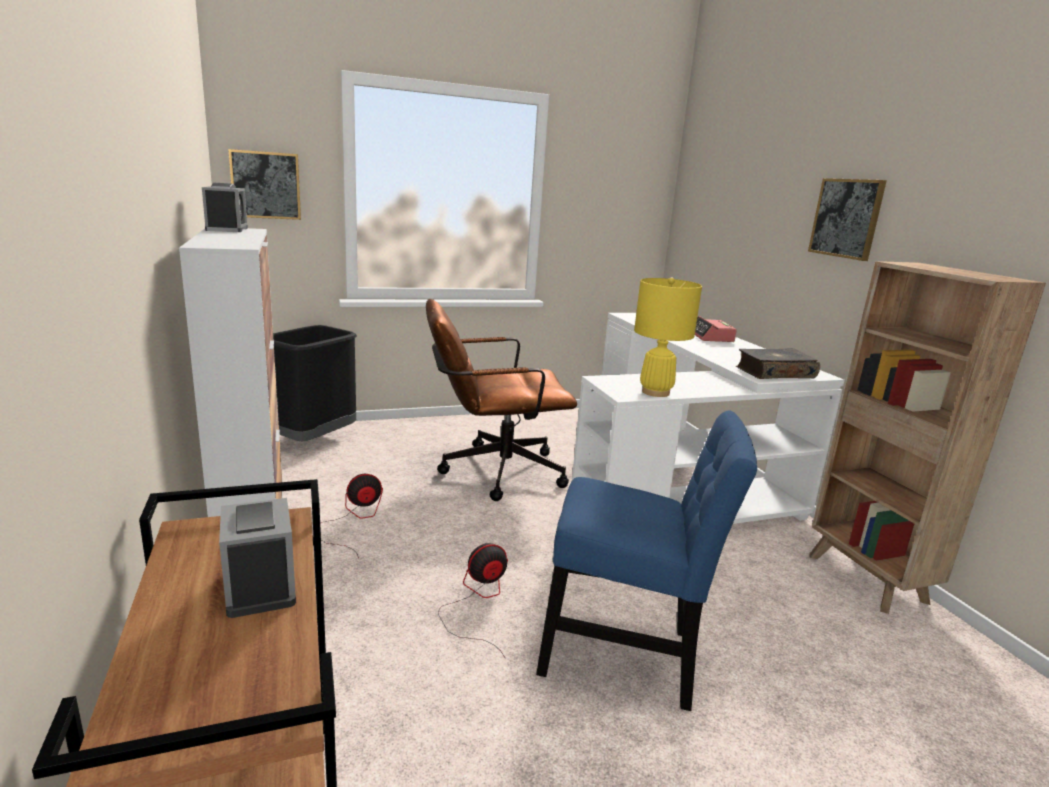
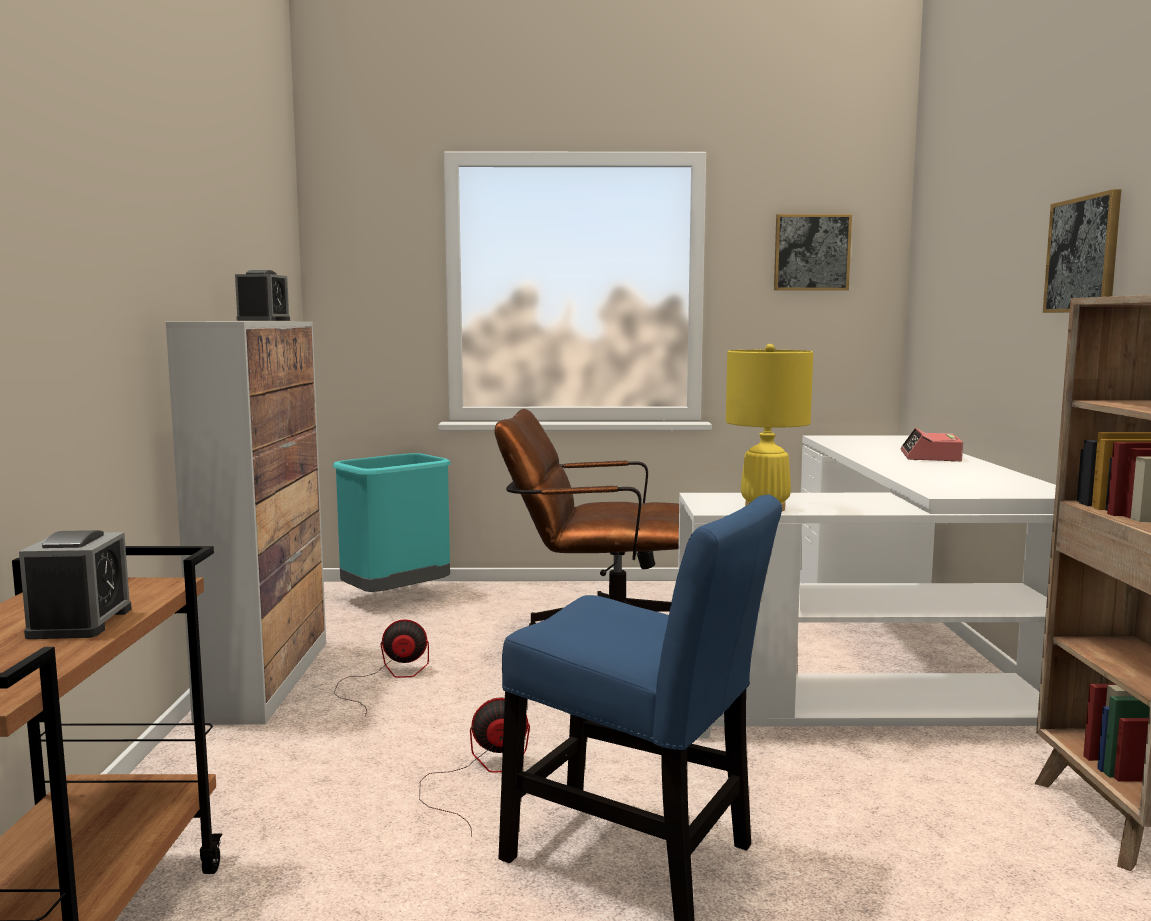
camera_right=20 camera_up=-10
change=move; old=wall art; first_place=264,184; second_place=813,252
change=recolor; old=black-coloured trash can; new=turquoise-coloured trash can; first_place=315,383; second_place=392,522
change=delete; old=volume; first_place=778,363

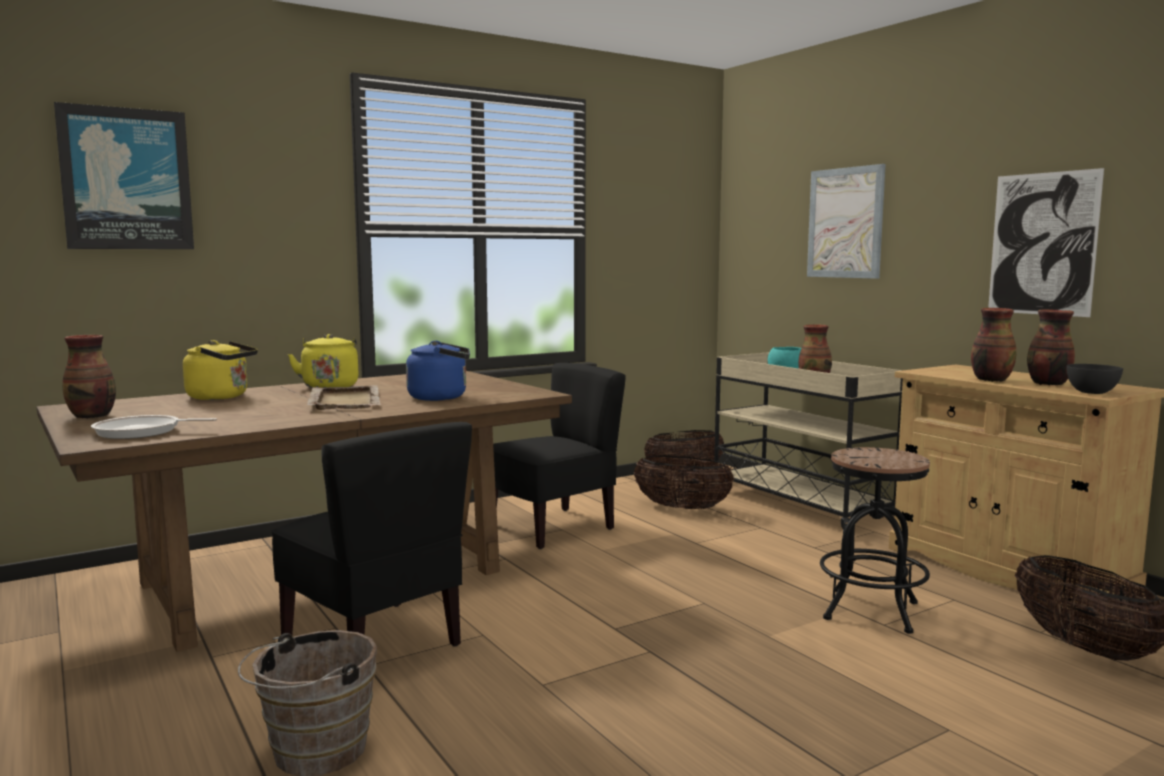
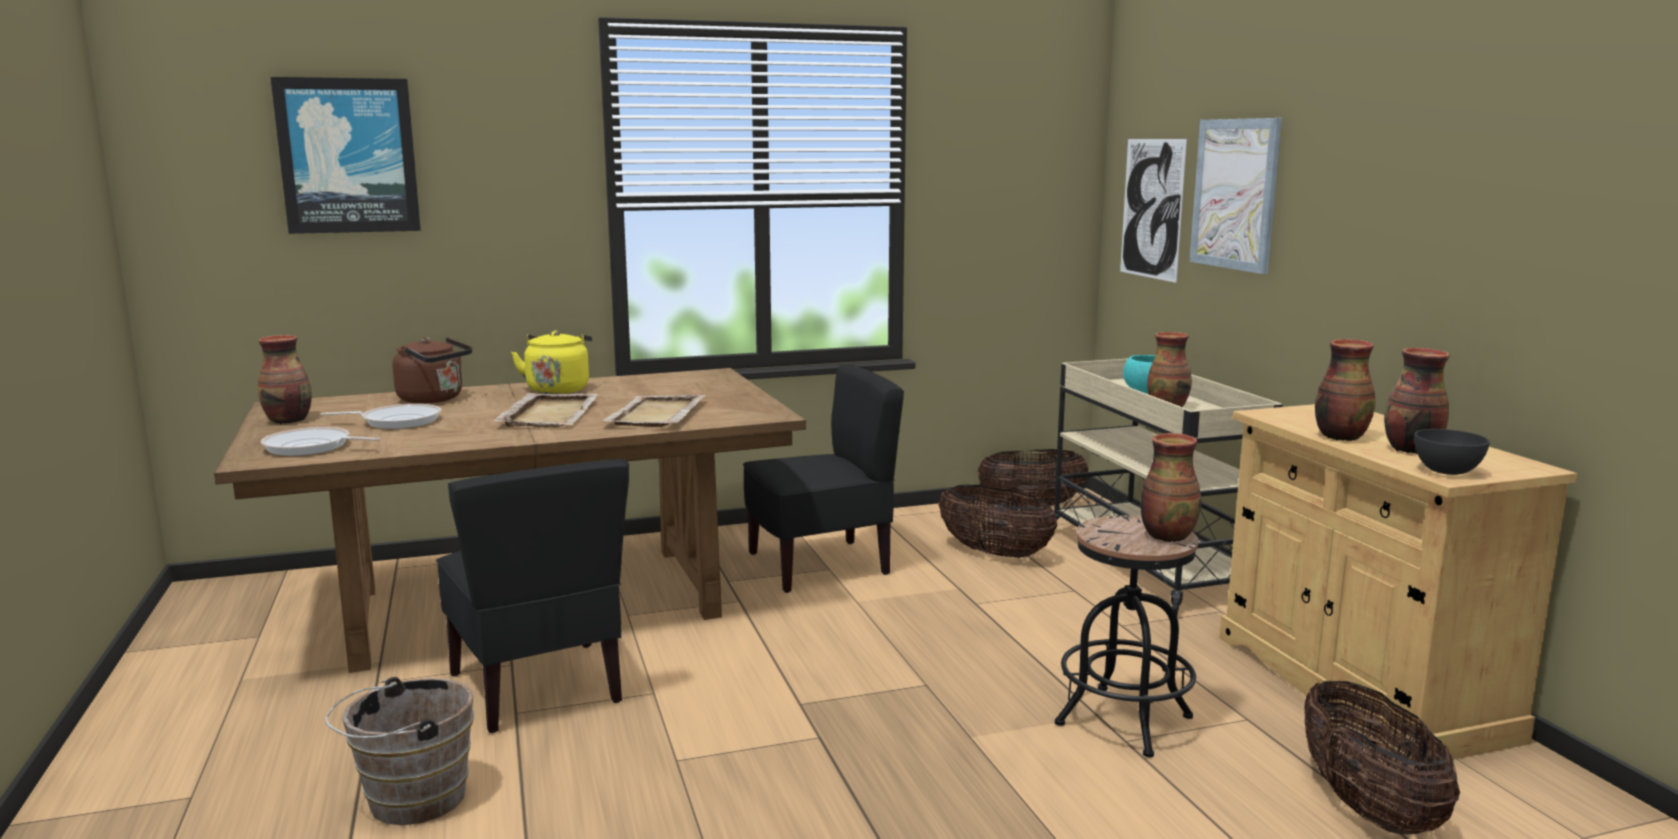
camera_right=15 camera_up=5
change=move; old=wall art; first_place=1046,242; second_place=1153,211
change=recolor; old=yellow-coloured kettle; new=brownish kettle; first_place=220,370; second_place=432,370
change=replace; old=blue-coloured kettle; new=sand-coloured tray; first_place=438,371; second_place=654,410
change=insert; new=skillet; second_place=380,416
change=insert; new=vase; second_place=1170,487

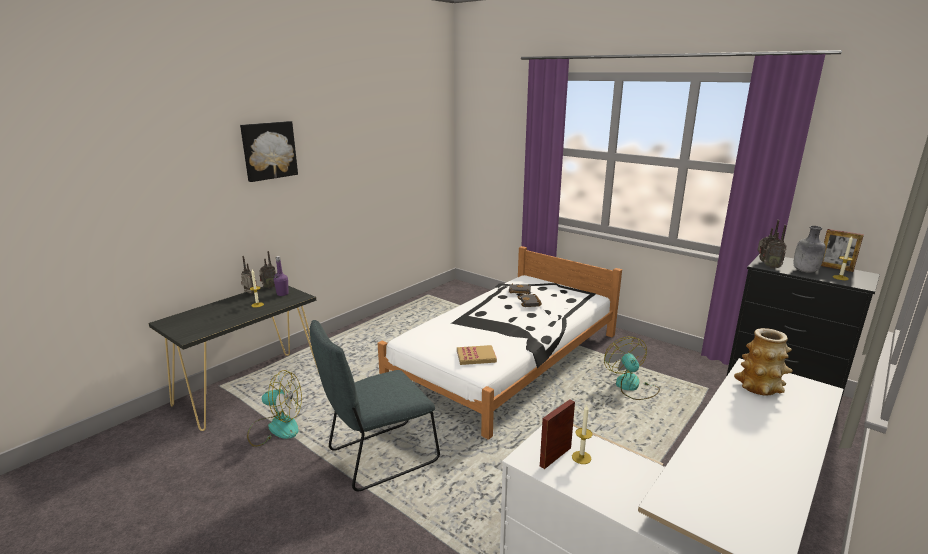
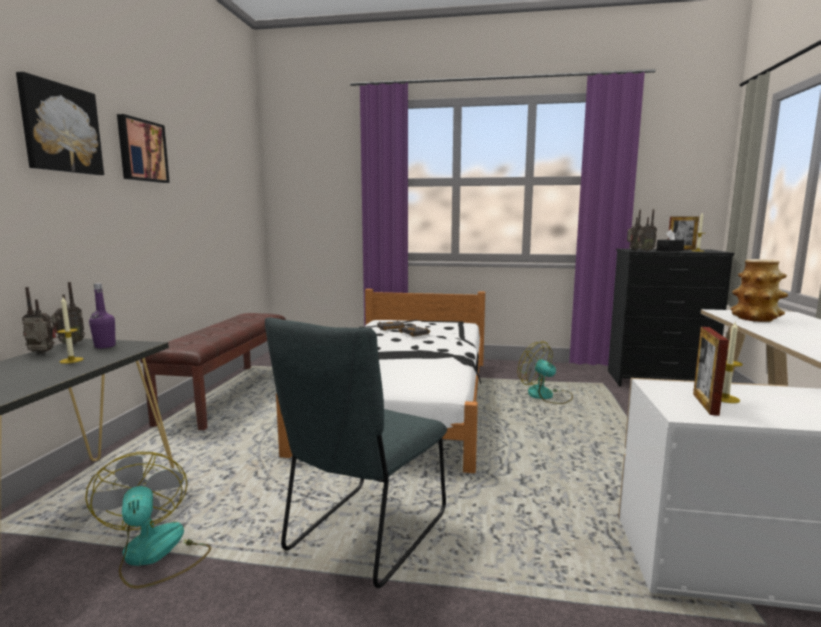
camera_right=-30 camera_up=-10
change=replace; old=grey bottle; new=black-coloured tissue box; first_place=809,249; second_place=670,240
change=delete; old=volume; first_place=477,355
change=rotate; old=electric fan; first_place=274,408; second_place=148,520; degrees=-90
change=insert; new=wall art; second_place=143,148
change=insert; new=brownish long seat; second_place=213,371

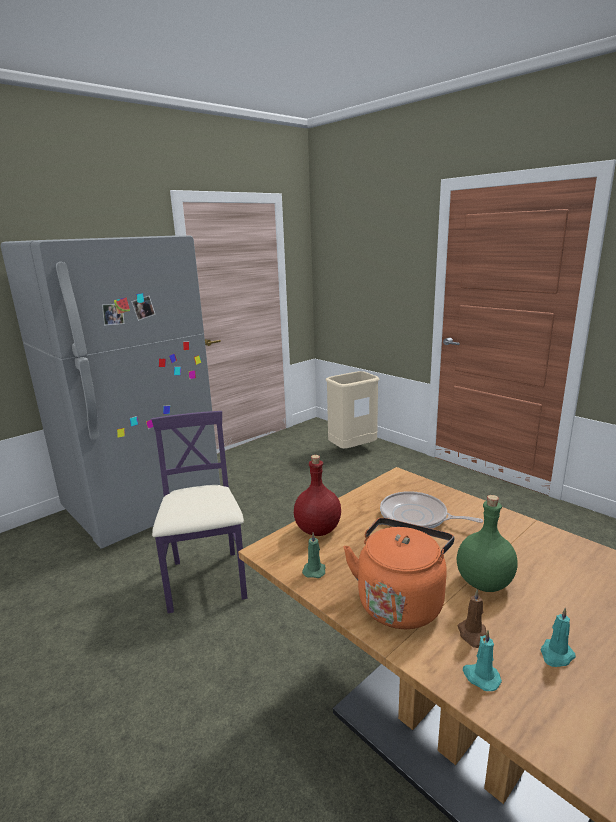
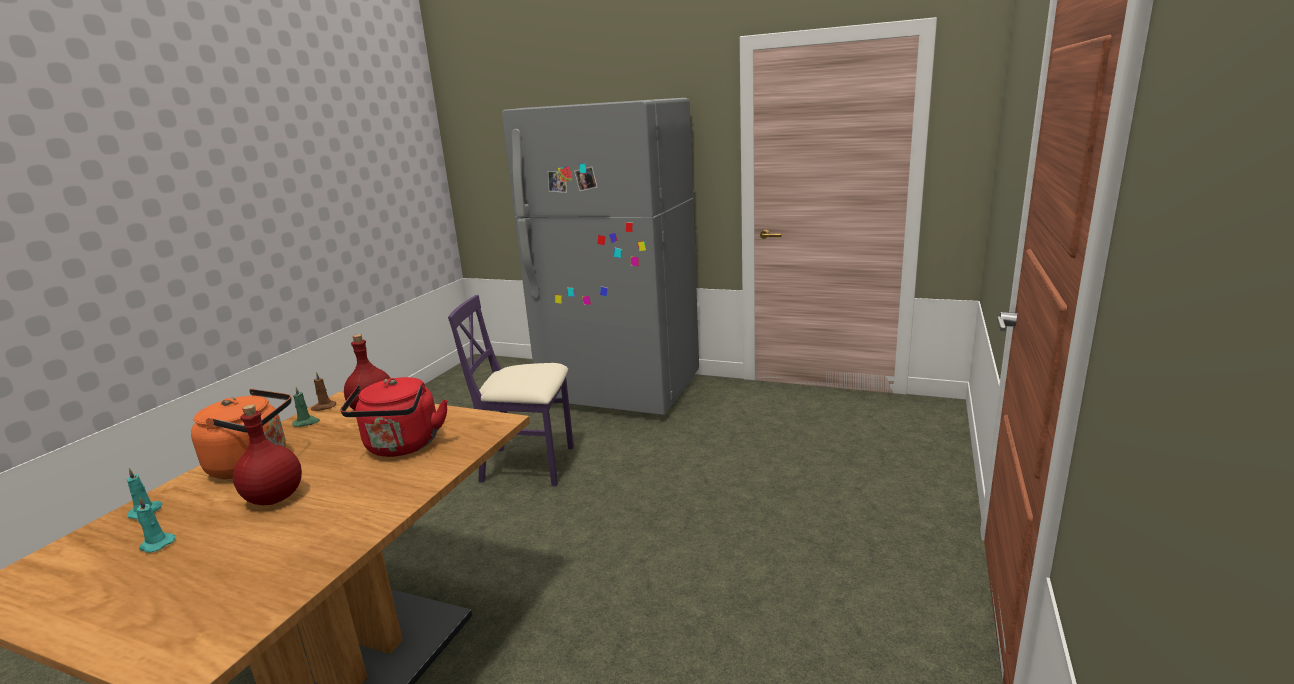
camera_right=65 camera_up=0
change=delete; old=sand-coloured trash can; first_place=353,410
change=rotate; old=purple upright chair; first_place=200,512; second_place=511,390; degrees=-135
change=replace; old=skillet; new=red kettle; first_place=431,510; second_place=394,417
change=recolor; old=green-coloured bottle; new=red bottle; first_place=487,543; second_place=267,454
change=move; old=brownish candle; first_place=471,618; second_place=323,391

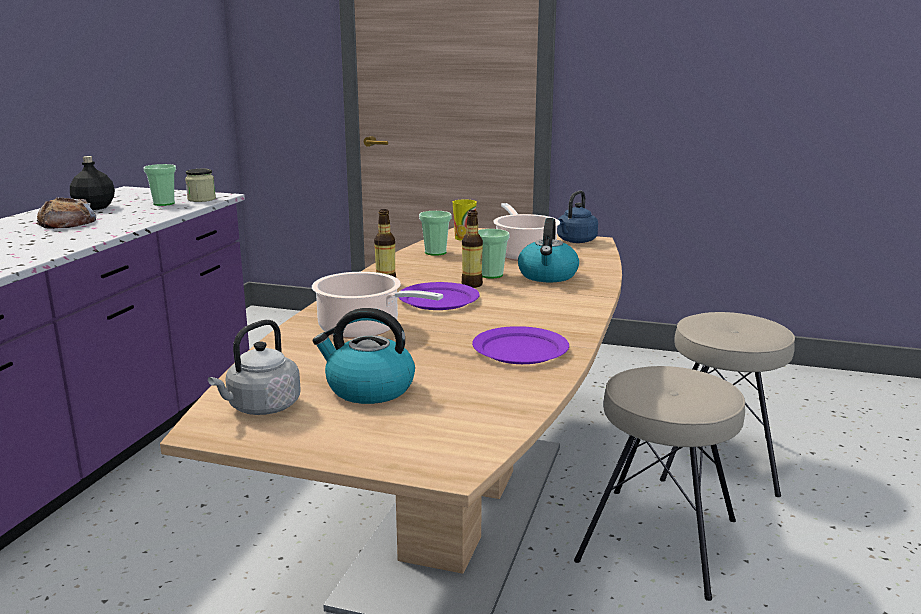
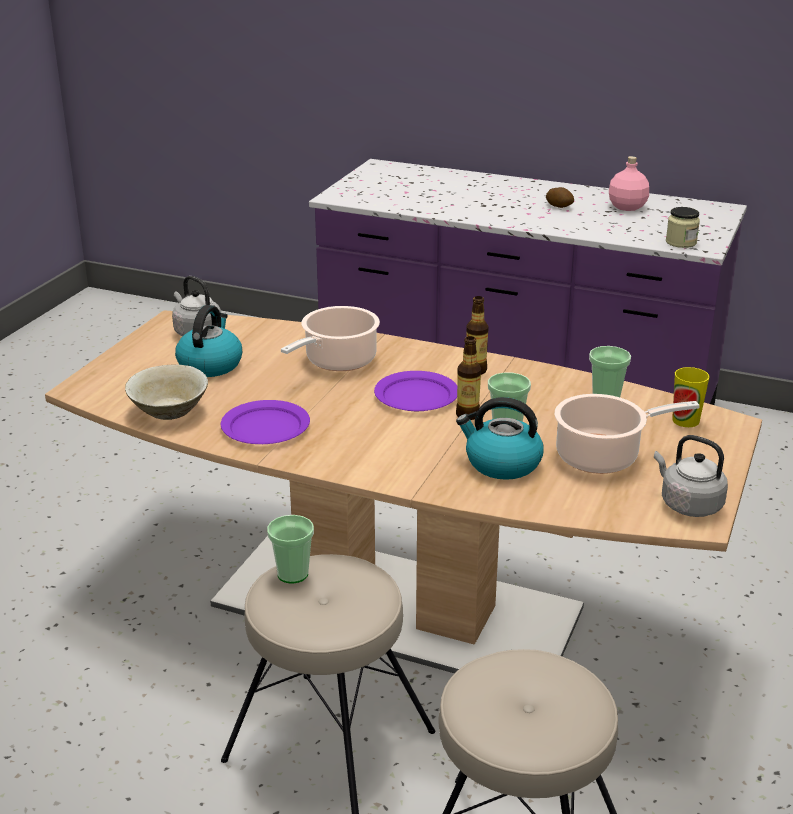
camera_right=95 camera_up=10
change=recolor; old=black-coloured bottle; new=pink-coloured bottle; first_place=92,183; second_place=629,183
change=move; old=drinking cup; first_place=159,185; second_place=290,549
change=recolor; old=blue-coloured kettle; new=grey kettle; first_place=577,216; second_place=691,476
change=replace; old=bakery bread; new=potato; first_place=66,213; second_place=560,197
change=insert; new=sand-coloured serving bowl; second_place=166,392

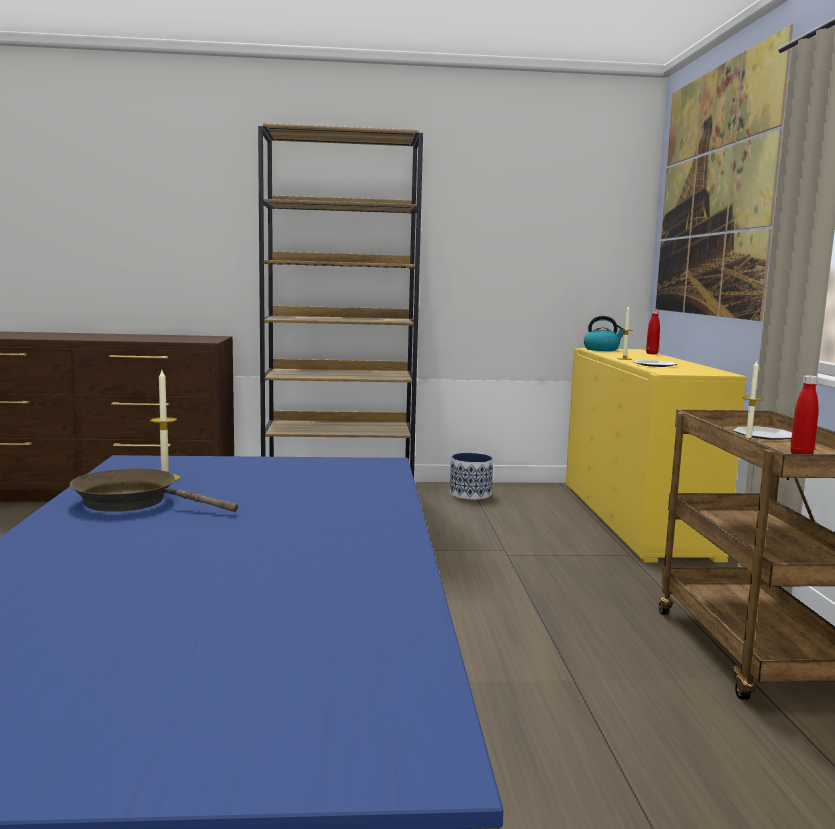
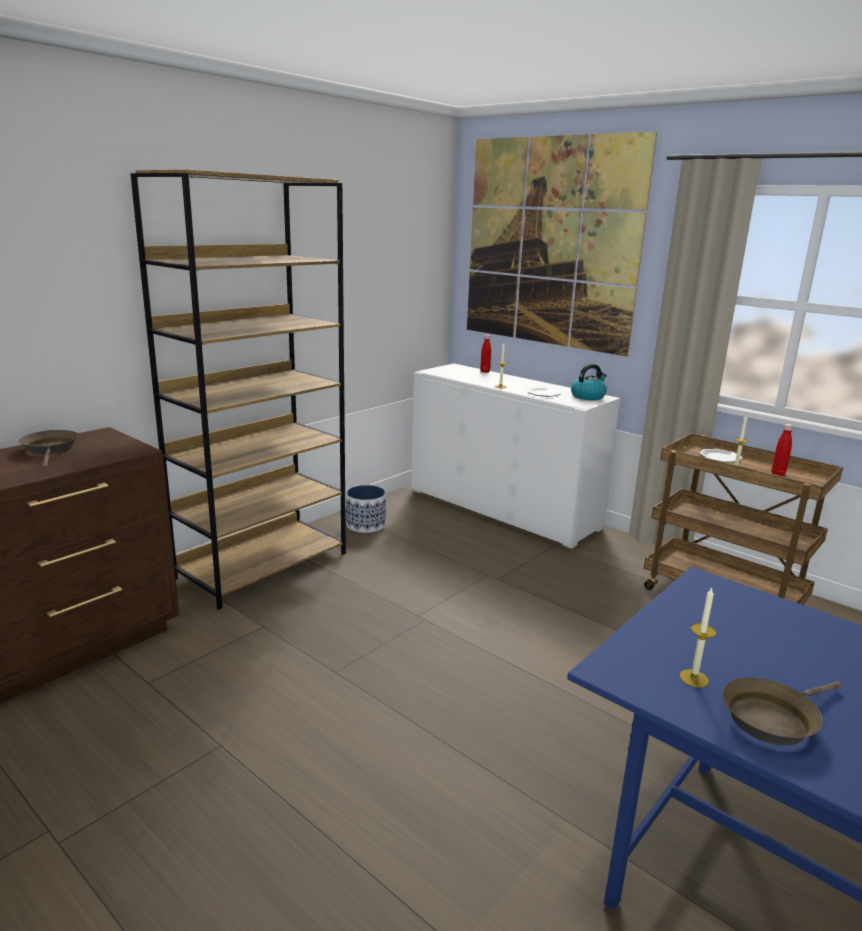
camera_right=-45 camera_up=10
change=move; old=kettle; first_place=604,333; second_place=589,382
change=recolor; old=yellow-coloured cupboard; new=white-coloured cupboard; first_place=656,455; second_place=516,456
change=insert; new=brownish skillet; second_place=48,449

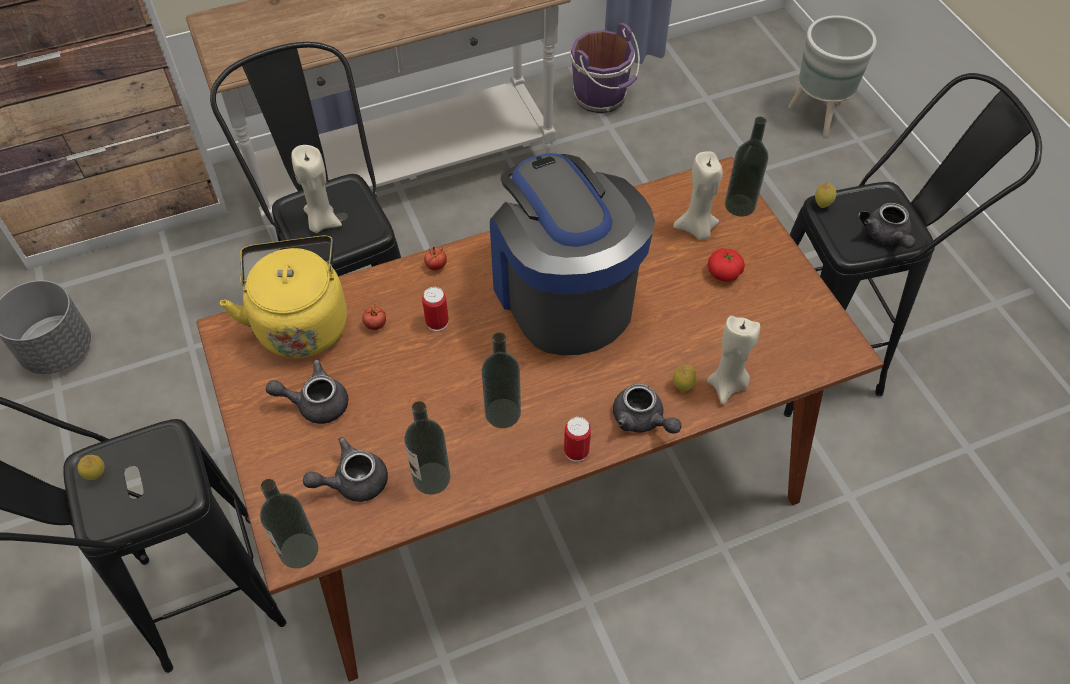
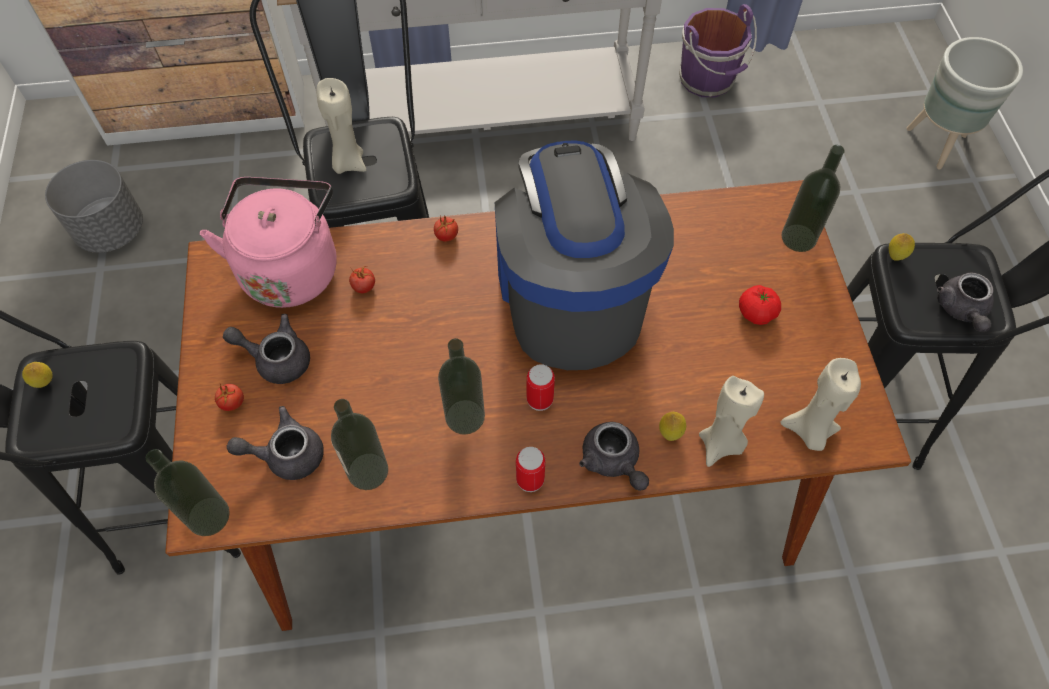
camera_right=15 camera_up=5
change=move; old=sand-coloured candle; first_place=698,195; second_place=820,404
change=recolor; old=yellow-coloured kettle; new=pink-coloured kettle; first_place=283,296; second_place=268,242
change=move; old=metal can; first_place=435,309; second_place=541,387
change=insert; new=tomato; second_place=229,397

